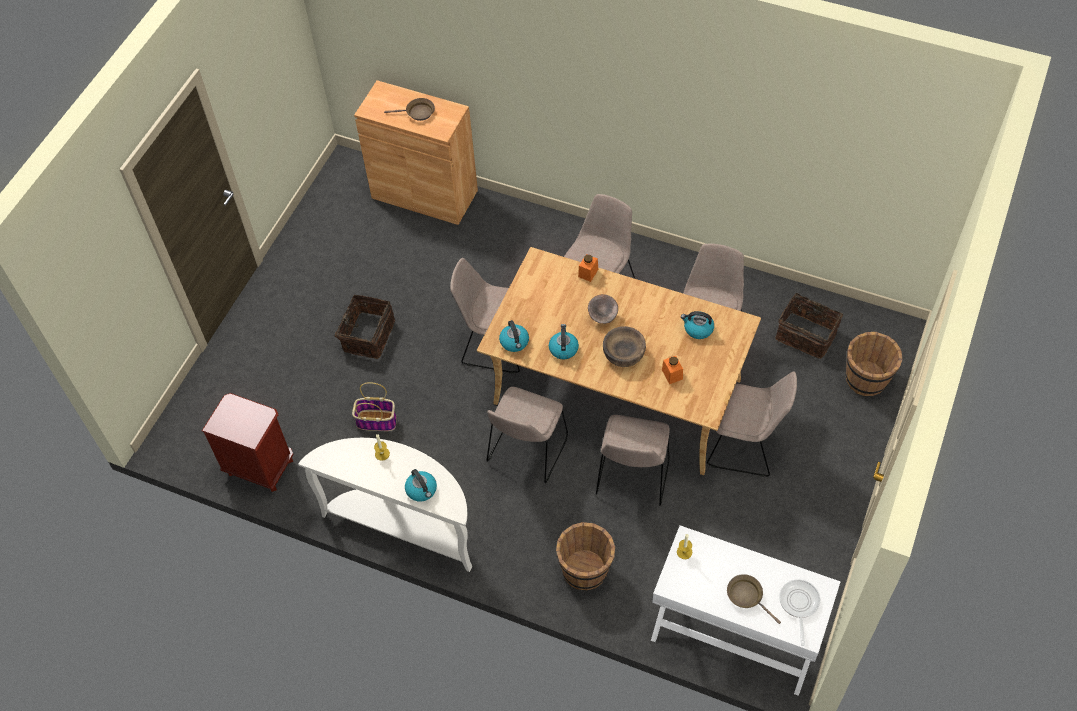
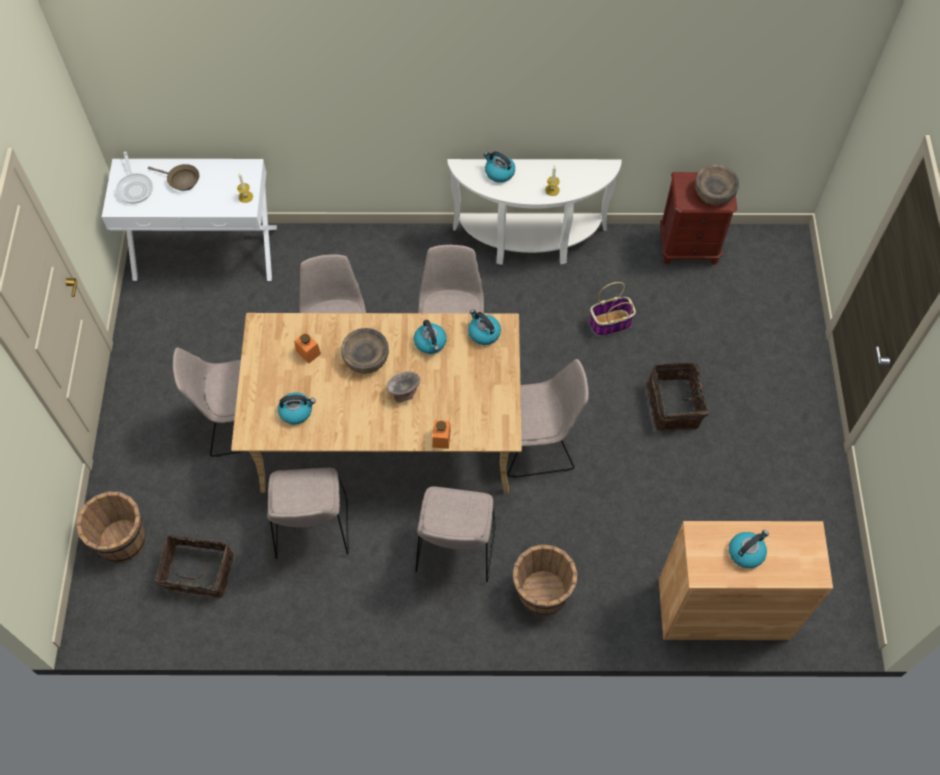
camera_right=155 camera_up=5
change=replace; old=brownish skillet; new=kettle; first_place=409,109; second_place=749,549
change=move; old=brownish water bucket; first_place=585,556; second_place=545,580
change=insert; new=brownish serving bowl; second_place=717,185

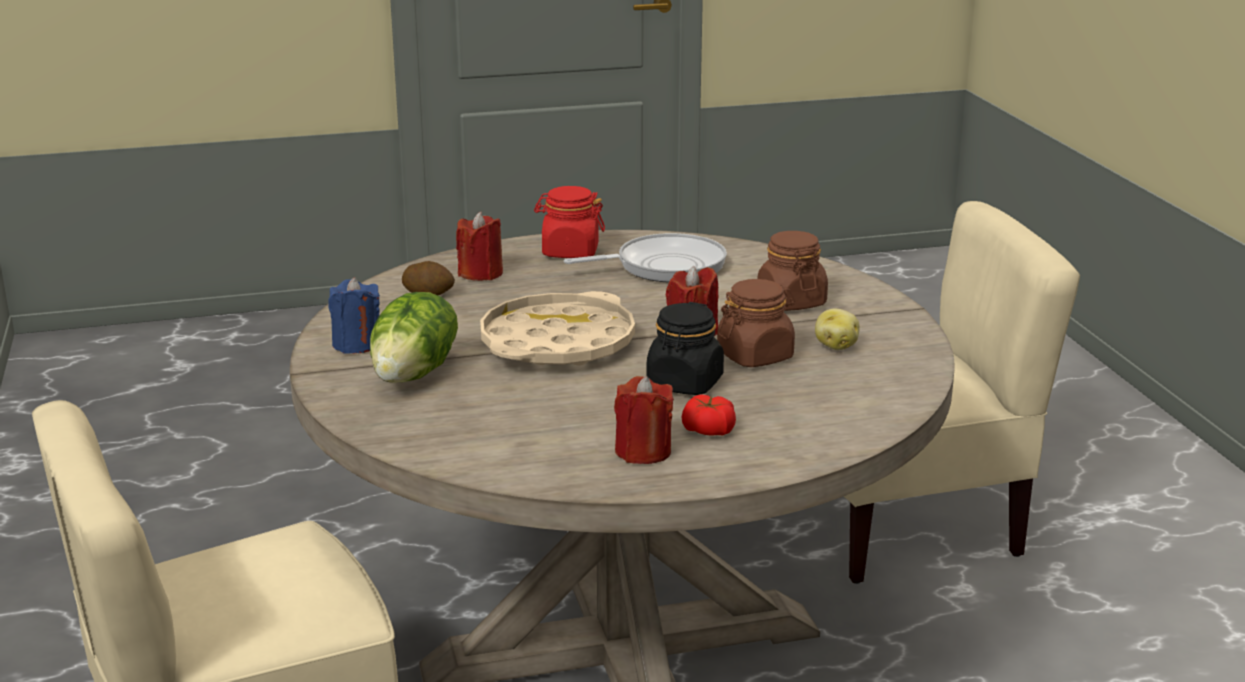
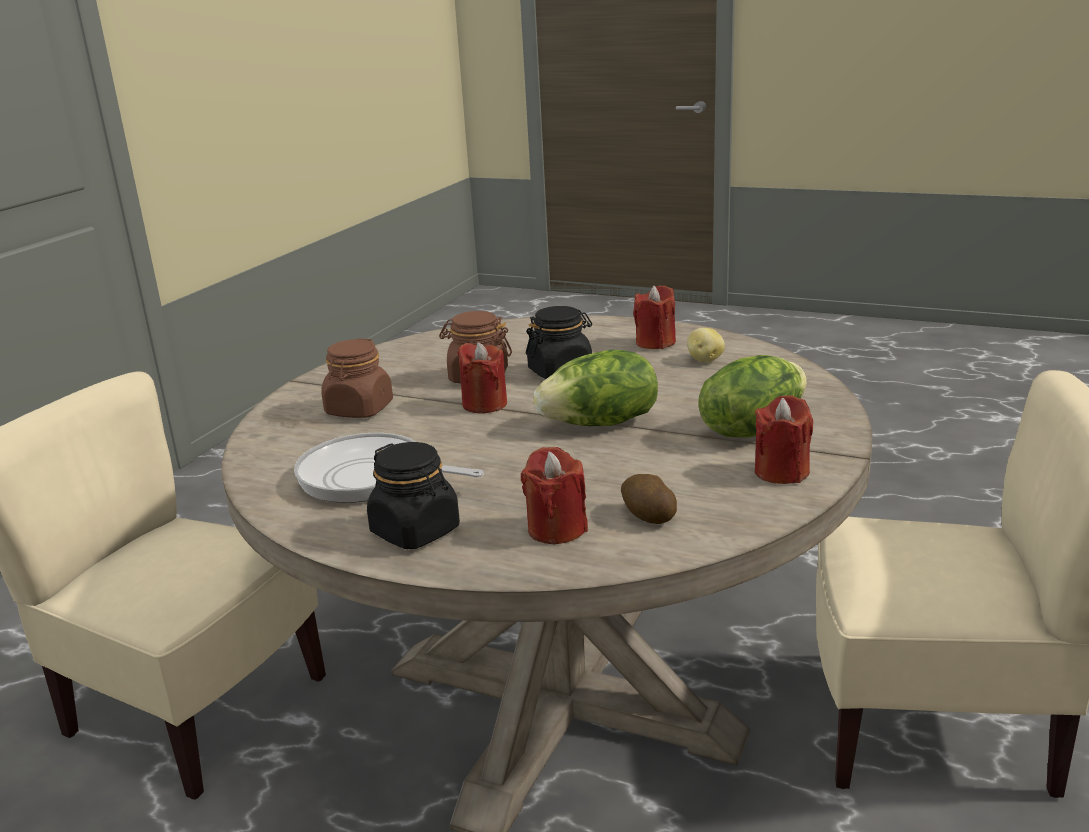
camera_right=-140 camera_up=0
change=recolor; old=red storage jar; new=black-coloured storage jar; first_place=569,222; second_place=413,495
change=recolor; old=blue-coloured candle; new=red candle; first_place=354,315; second_place=784,439
change=replace; old=sand-coloured tray; new=head of lettuce; first_place=557,328; second_place=595,388
change=move; old=potato; first_place=837,329; second_place=706,345
change=delete; old=tomato; first_place=709,415

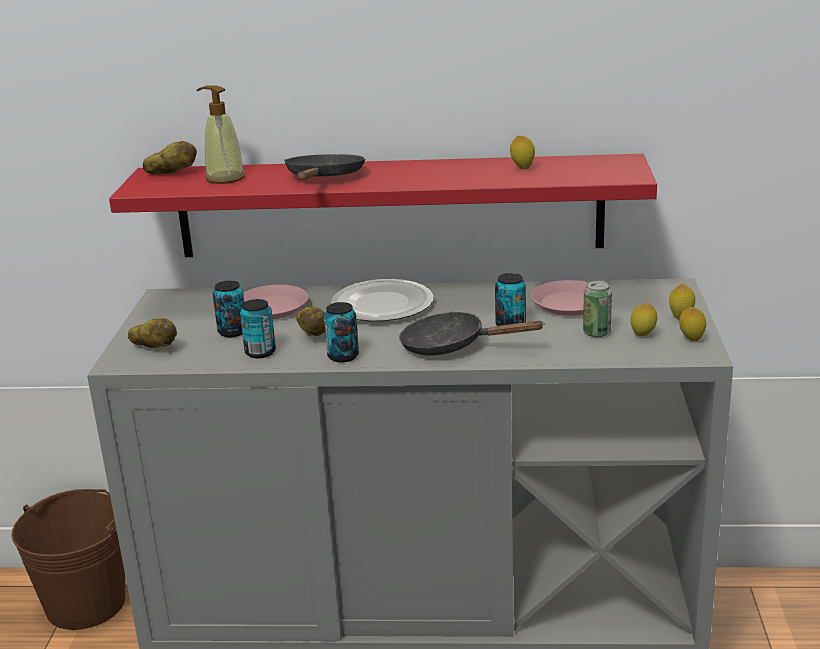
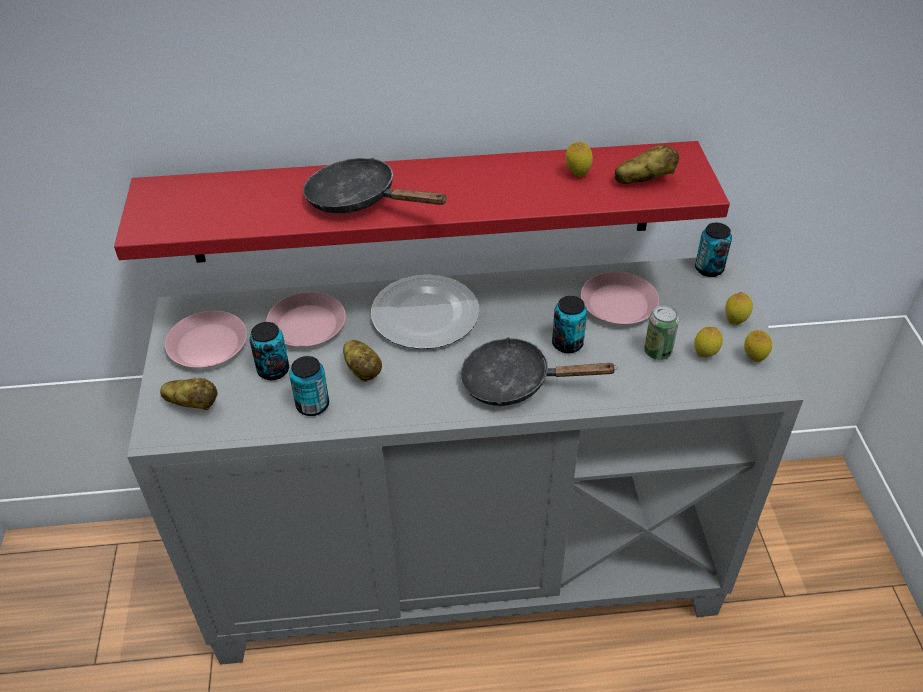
camera_right=-10 camera_up=20
change=delete; old=soap bottle; first_place=221,134
change=move; old=potato; first_place=170,157; second_place=646,164
change=rotate; old=black-coloured skillet; first_place=324,167; second_place=375,185; degrees=-60
change=move; old=metal can; first_place=341,332; second_place=713,250
change=delete; old=brownish water bucket; first_place=68,559
change=insert; new=pink-coloured dinner plate; second_place=206,339

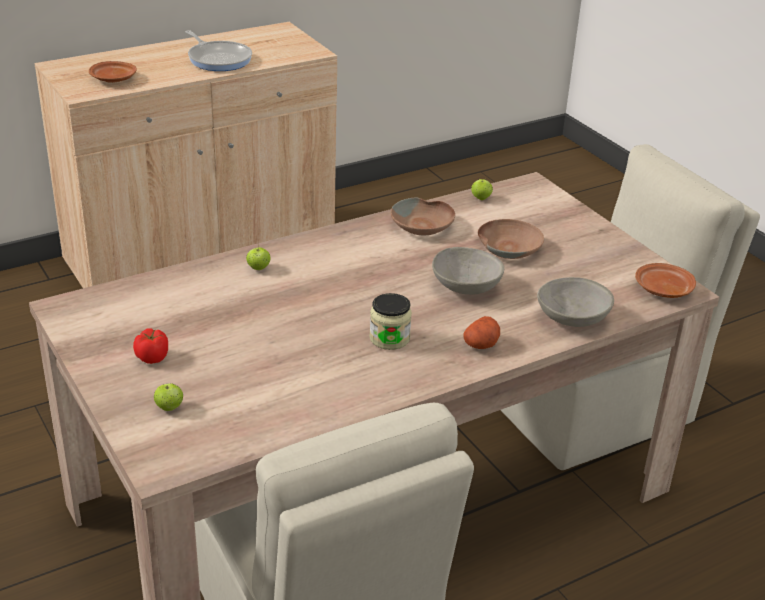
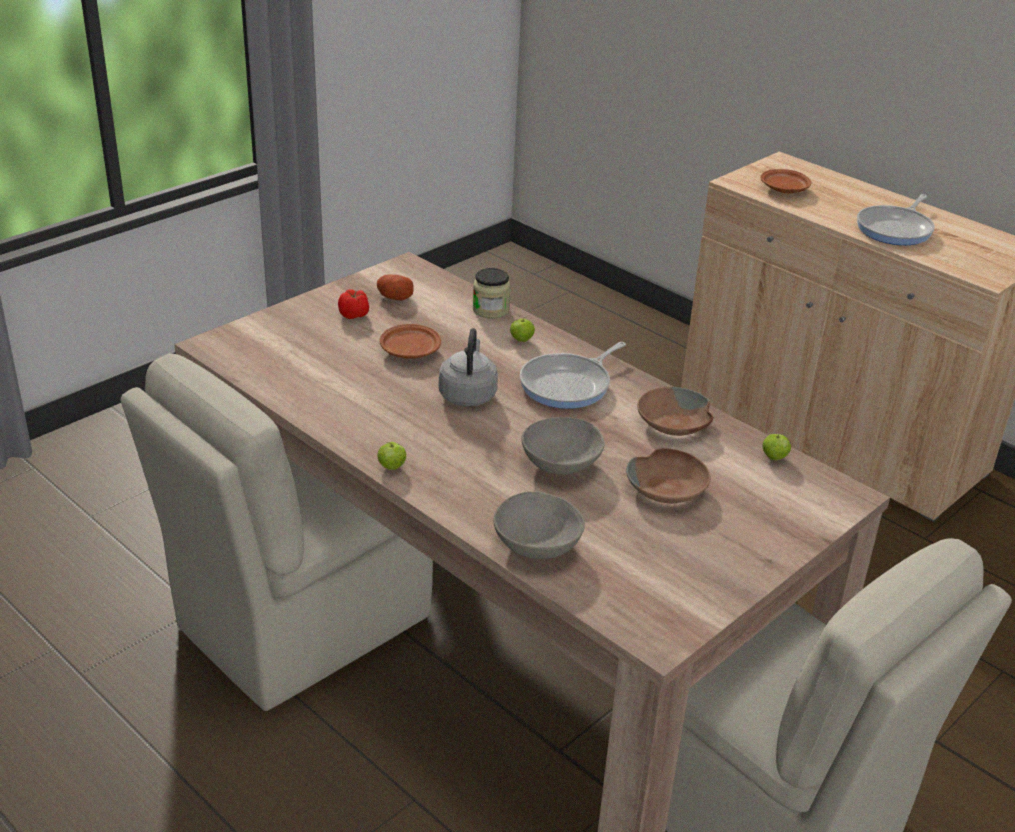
camera_right=75 camera_up=0
change=move; old=brownish dinner plate; first_place=665,280; second_place=410,341
change=move; old=storage jar; first_place=390,321; second_place=492,293
change=move; old=potato; first_place=481,332; second_place=395,287
change=move; old=apple fruit; first_place=168,397; second_place=391,456
change=insert; new=grey kettle; second_place=468,367
change=insert; new=skillet; second_place=573,375

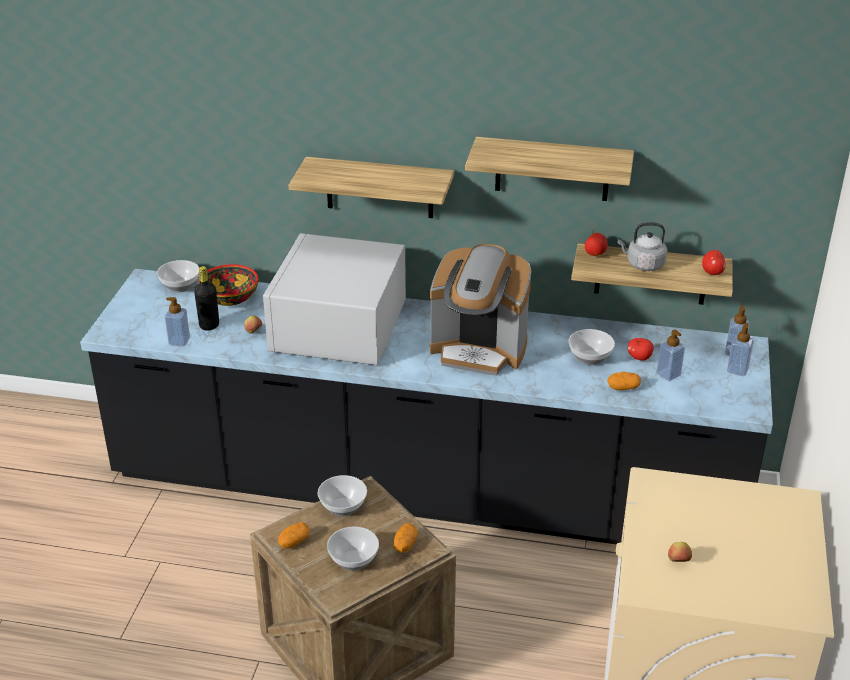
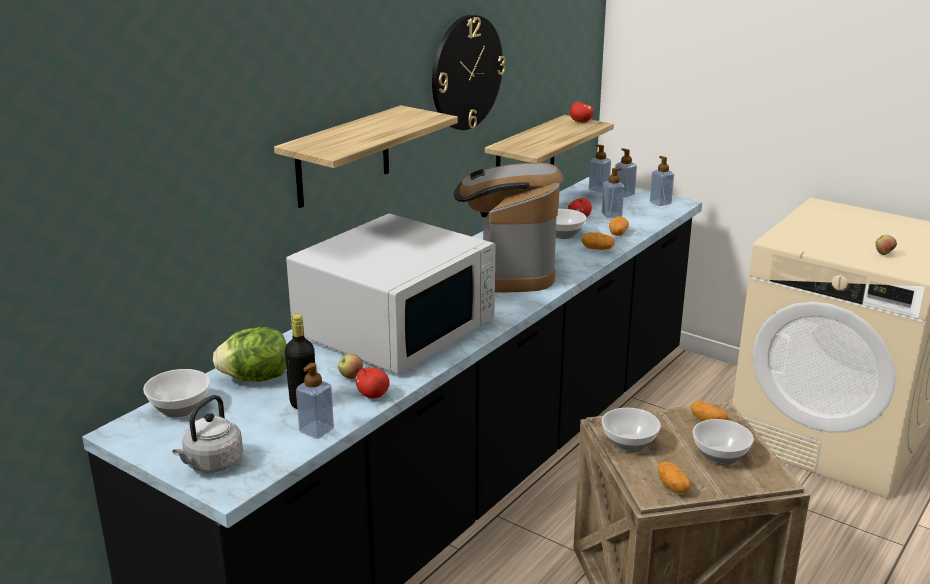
camera_right=-65 camera_up=-10
change=replace; old=shelf; new=clock on the wall; first_place=549,169; second_place=468,72
change=move; old=grey kettle; first_place=642,246; second_place=207,434
change=move; old=apple fruit; first_place=596,243; second_place=372,383
change=rotate; old=white-coloured microwave; first_place=334,299; second_place=390,294; degrees=-90
change=rotate; old=coffee machine; first_place=481,310; second_place=508,227; degrees=135
change=replace; old=serving bowl; new=head of lettuce; first_place=228,285; second_place=250,354
change=insert; new=soap bottle; second_place=662,181
change=insert; new=potato; second_place=598,241

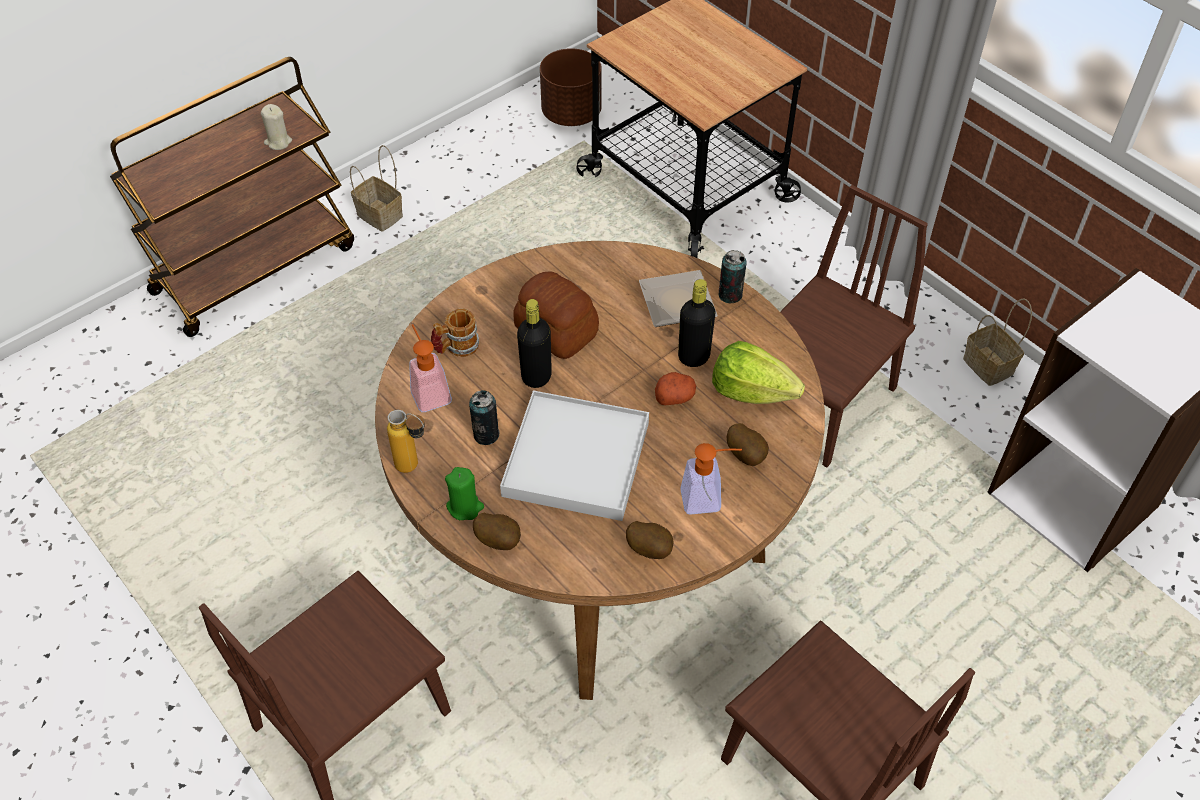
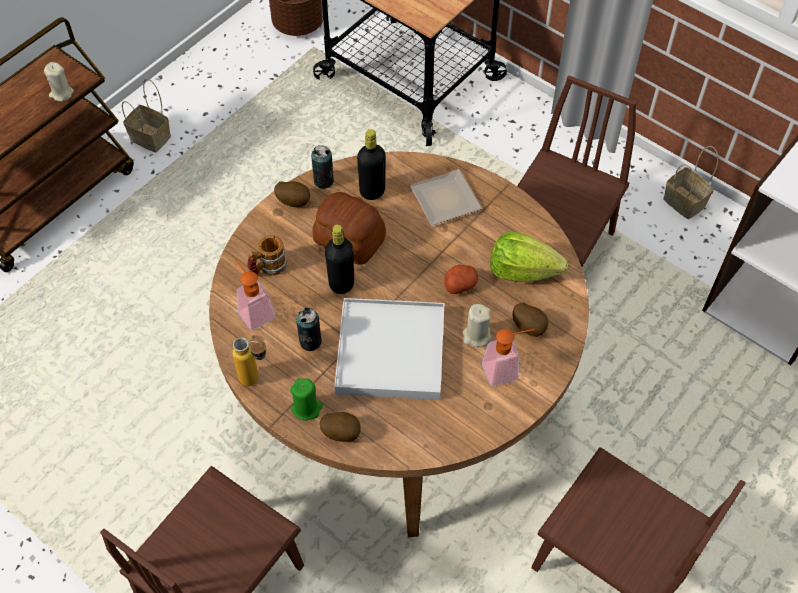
camera_right=-10 camera_up=5
change=move; old=metal can; first_place=733,276; second_place=322,167
change=move; old=black-coloured bottle; first_place=696,323; second_place=371,164
change=move; old=potato; first_place=649,540; second_place=292,194
change=insert; new=sand-coloured candle; second_place=477,325

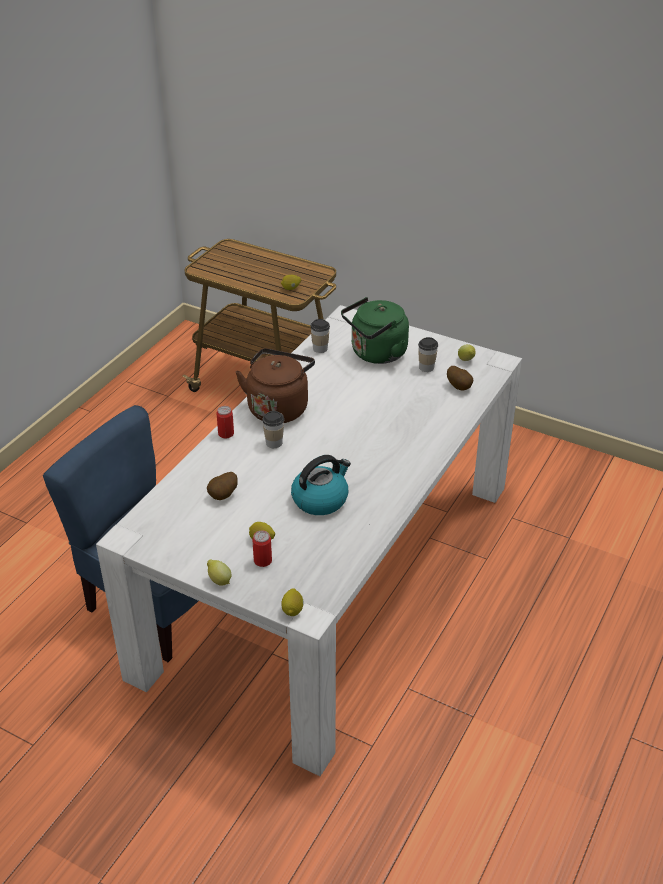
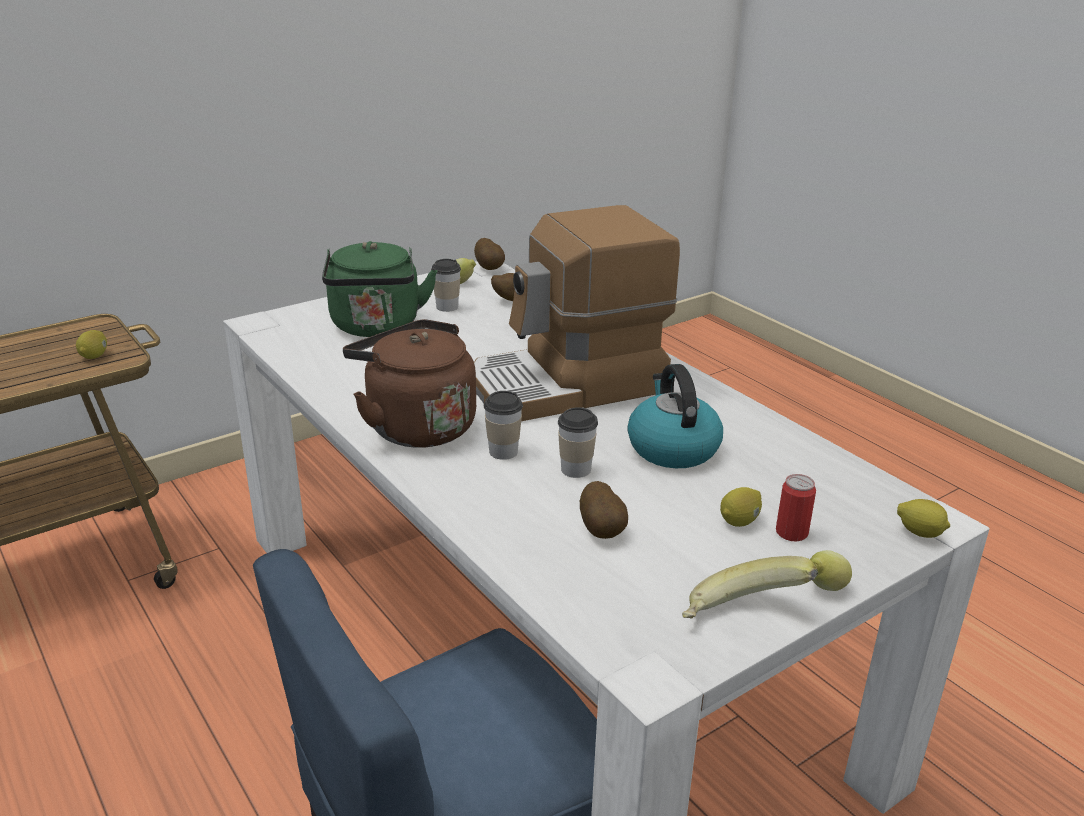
camera_right=-65 camera_up=-10
change=move; old=drinking cup; first_place=320,336; second_place=578,442
change=delete; old=metal can; first_place=225,422
change=insert; new=coffee machine; second_place=577,313
change=insert; new=potato; second_place=489,254
change=insert; new=banana fruit; second_place=750,587

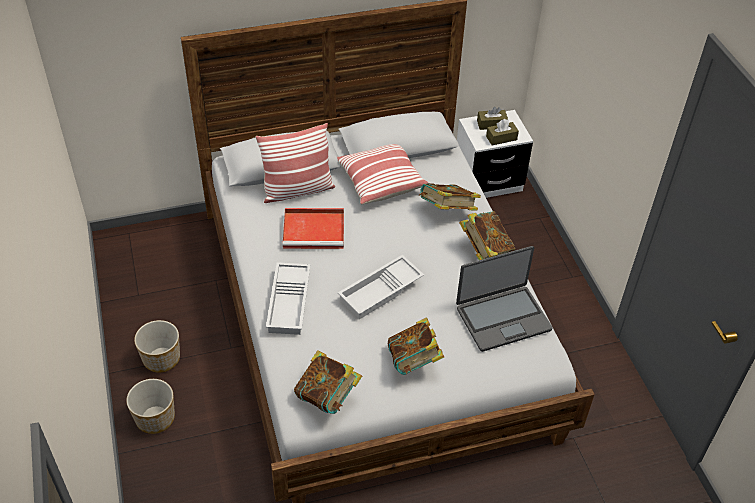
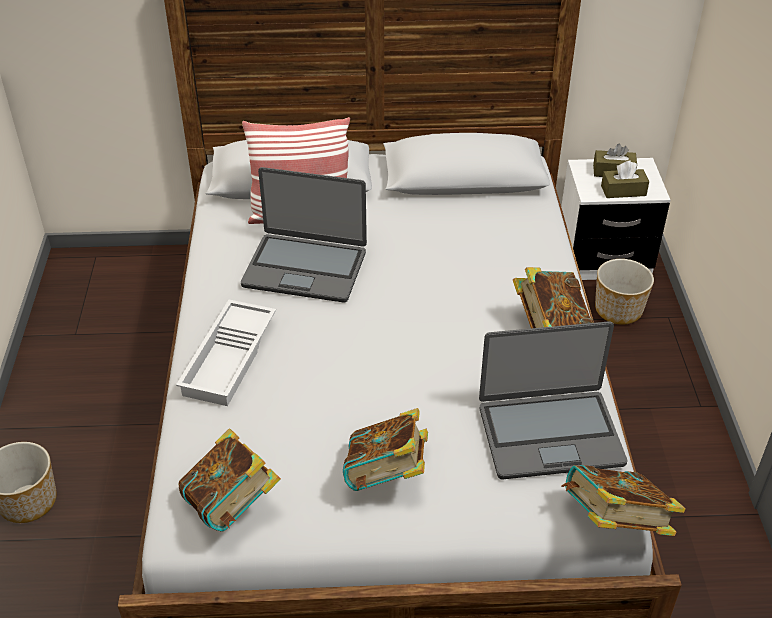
camera_right=15 camera_up=-5
change=delete; old=cushion; first_place=382,174
change=move; old=volume; first_place=450,197; second_place=624,500
change=replace; old=red tray; new=laptop; first_place=313,228; second_place=304,235
change=delete; old=white-coloured tray; first_place=381,287
change=move; old=plant pot; first_place=157,346; second_place=624,292

